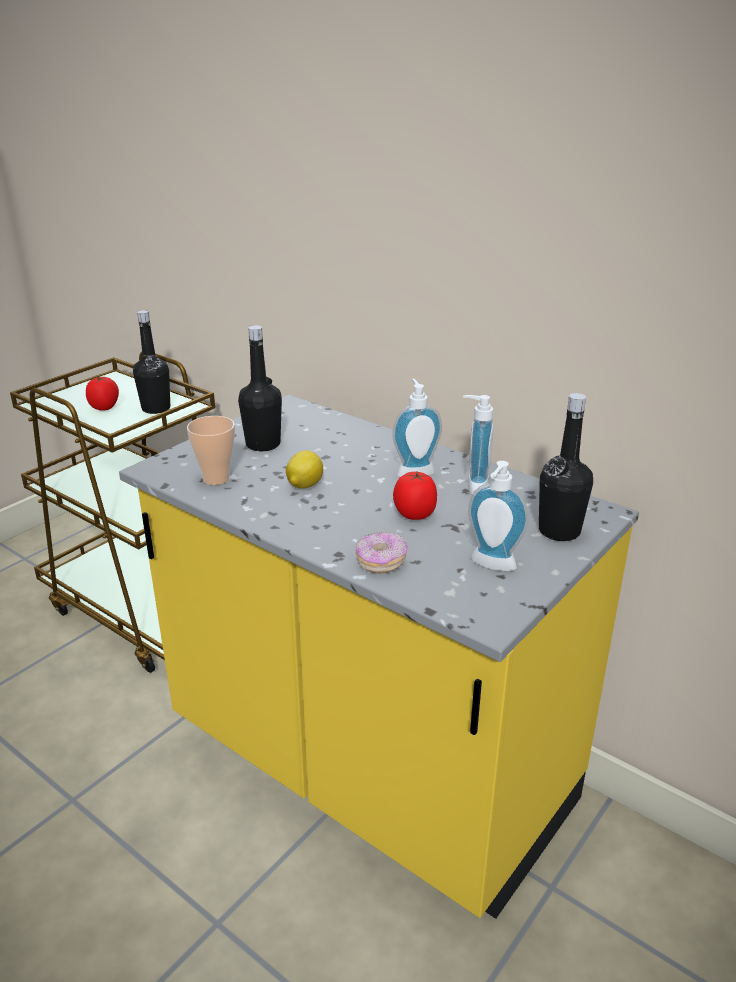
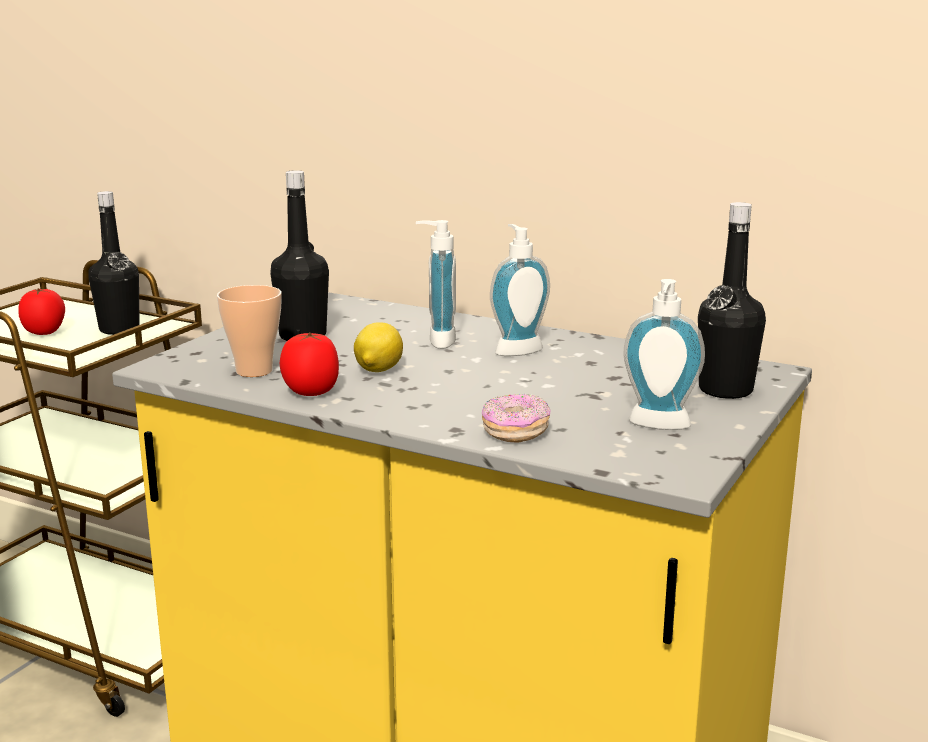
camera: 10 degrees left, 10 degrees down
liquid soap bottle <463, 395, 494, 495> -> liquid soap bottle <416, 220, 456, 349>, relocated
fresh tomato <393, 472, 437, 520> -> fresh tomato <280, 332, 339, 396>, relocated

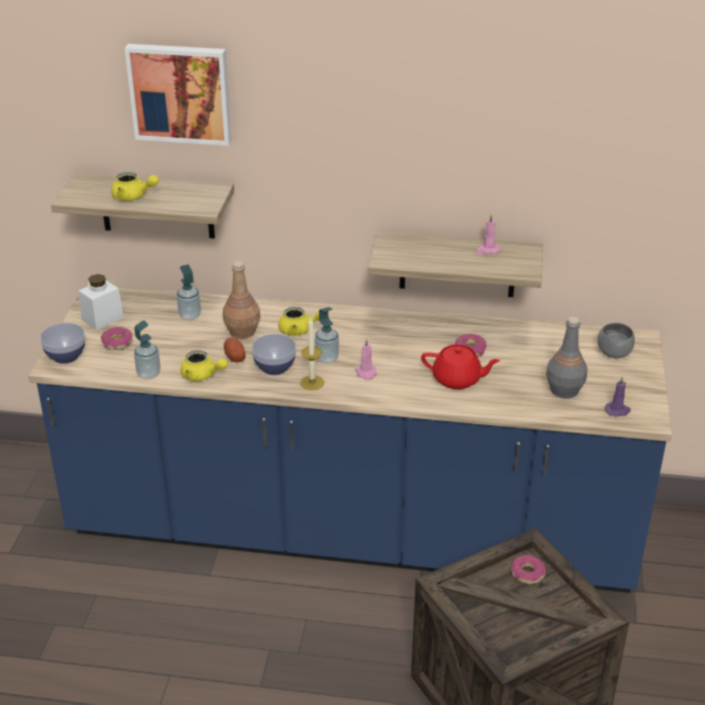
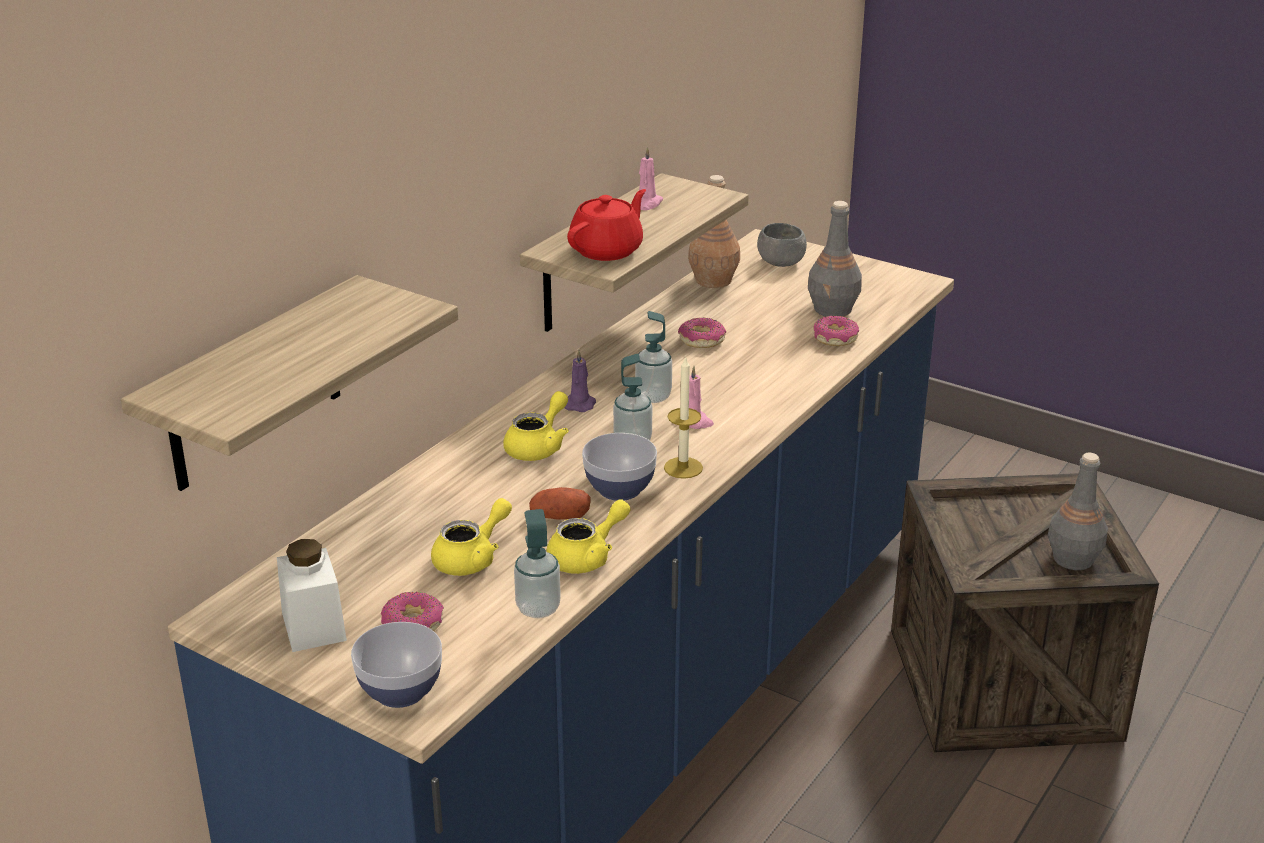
camera: 65 degrees left, 5 degrees down
wall art <125, 44, 232, 146> -> none
yellow-coloured pot for tea <111, 172, 159, 201> -> yellow-coloured pot for tea <431, 498, 512, 576>, relocated
brown-coloured bottle <223, 261, 261, 339> -> brown-coloured bottle <688, 175, 740, 288>, relocated
liquid soap bottle <177, 264, 201, 320> -> liquid soap bottle <635, 311, 672, 403>, relocated
red pot for tea <421, 345, 500, 389> -> red pot for tea <567, 189, 646, 261>, relocated
purplish candle <605, 376, 631, 417> -> purplish candle <564, 350, 596, 412>, relocated
doughnut <511, 555, 547, 584> -> doughnut <813, 316, 859, 346>, relocated
none -> grey bottle <1048, 453, 1108, 570>

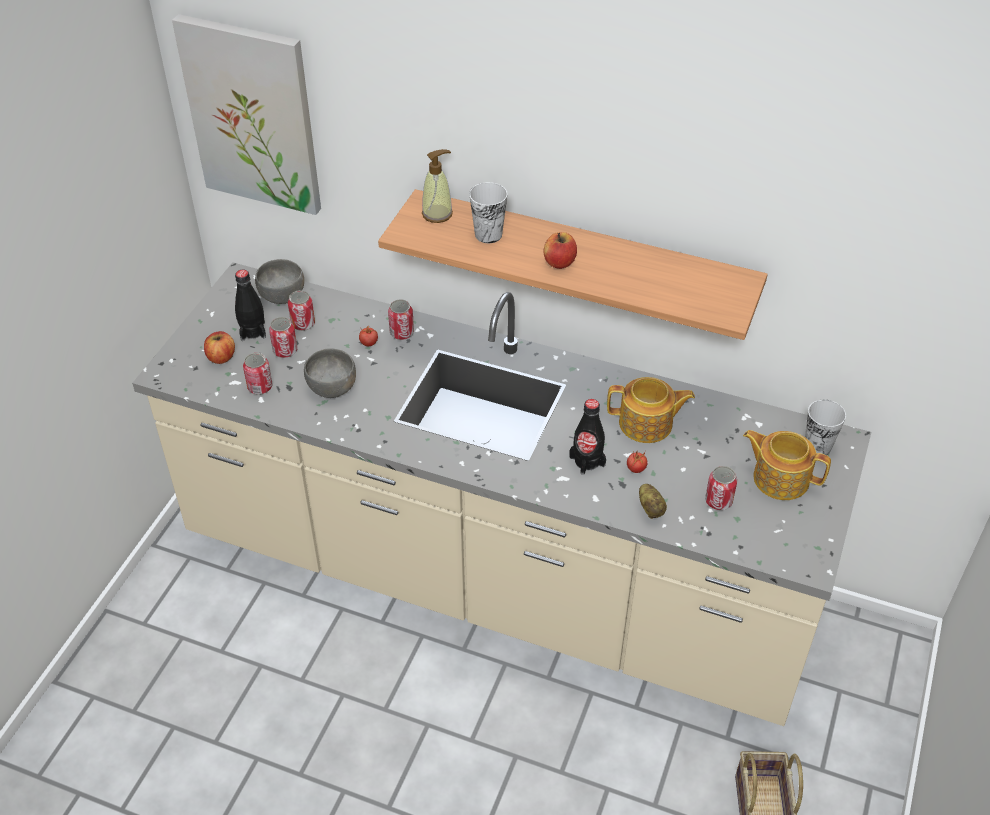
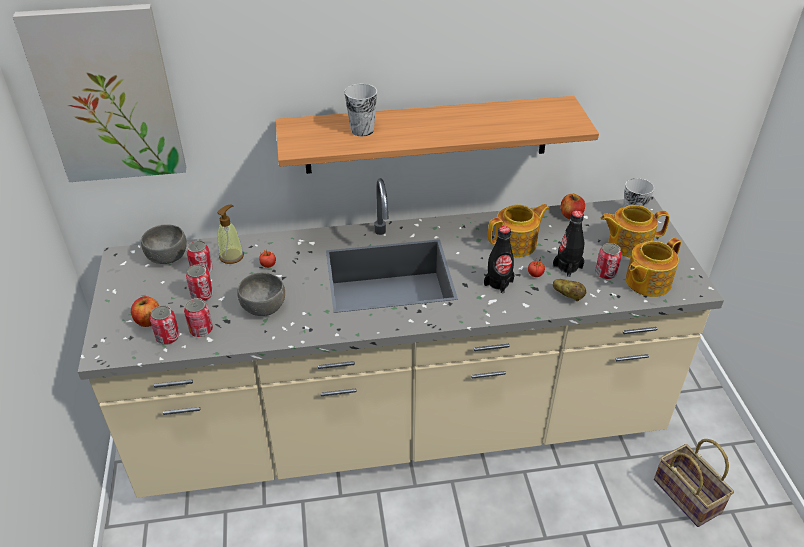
camera: 30 degrees left, 5 degrees down
liquid soap bottle <422, 149, 453, 223> -> liquid soap bottle <217, 205, 244, 264>, relocated
whole apple <544, 232, 577, 269> -> whole apple <561, 194, 585, 219>, relocated
black-coloured bottle <235, 270, 266, 341> -> black-coloured bottle <553, 210, 584, 277>, relocated
sealed can <388, 299, 414, 340> -> sealed can <150, 305, 180, 345>, relocated
none -> pot for tea <626, 237, 681, 297>

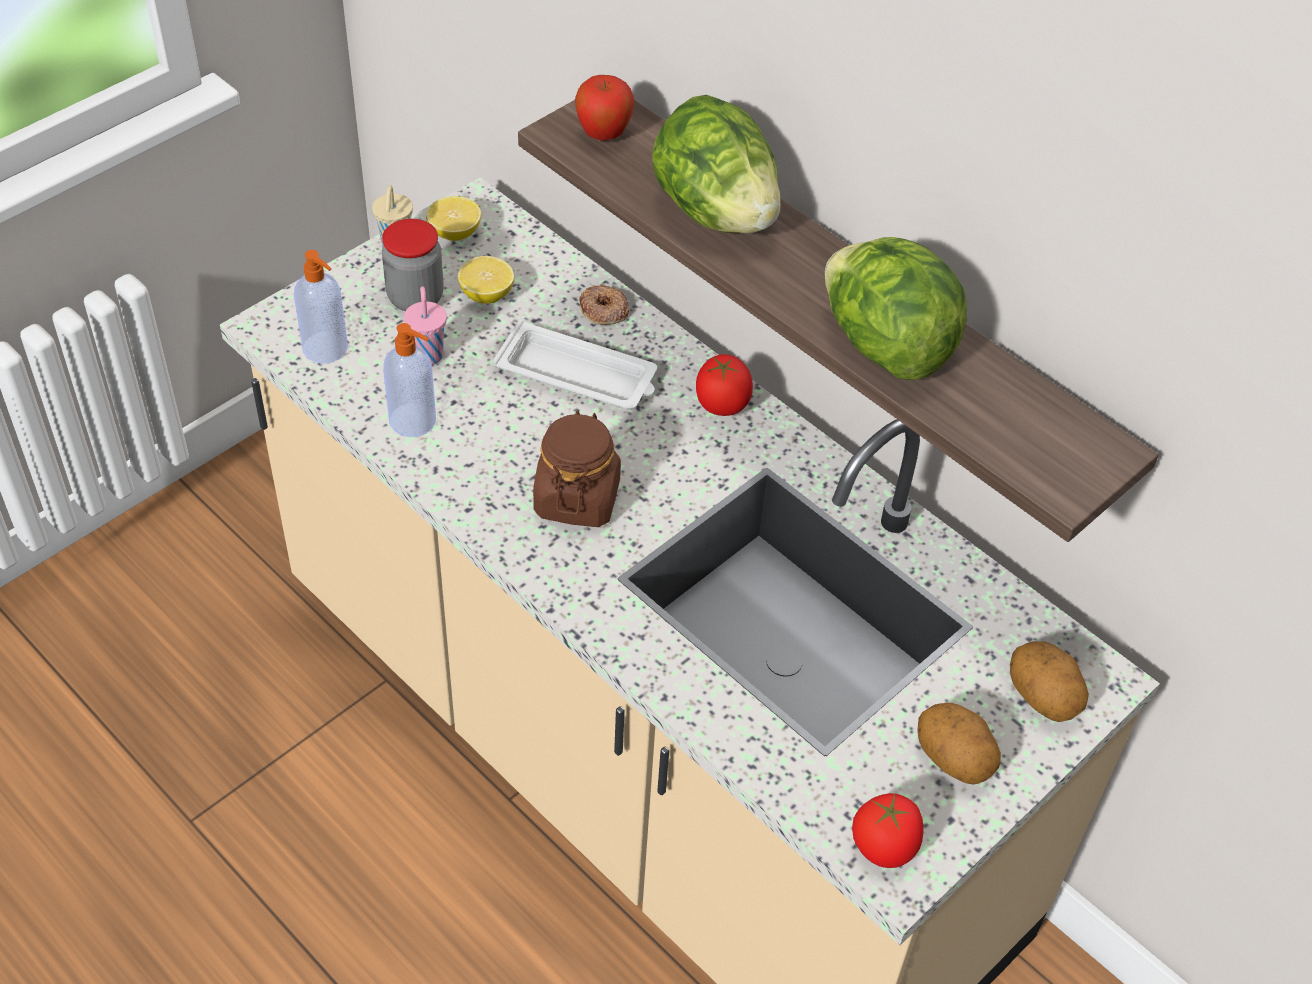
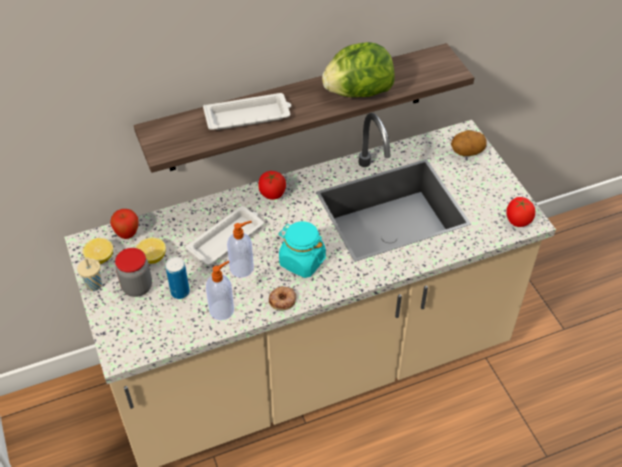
camera: 65 degrees left, 0 degrees up
whole apple <575, 75, 634, 141> -> whole apple <110, 209, 138, 239>, relocated
lettuce <652, 95, 781, 234> -> white-coloured tray <203, 93, 291, 130>
liquid soap bottle <294, 250, 348, 364> -> liquid soap bottle <227, 221, 254, 278>, relocated
doughnut <579, 284, 629, 325> -> doughnut <269, 286, 297, 310>, relocated
pink small cup <404, 286, 447, 365> -> sealed can <165, 257, 190, 299>
brown-coloured storage jar <533, 410, 621, 527> -> turquoise storage jar <278, 221, 326, 278>
potato <917, 703, 1001, 785> -> none

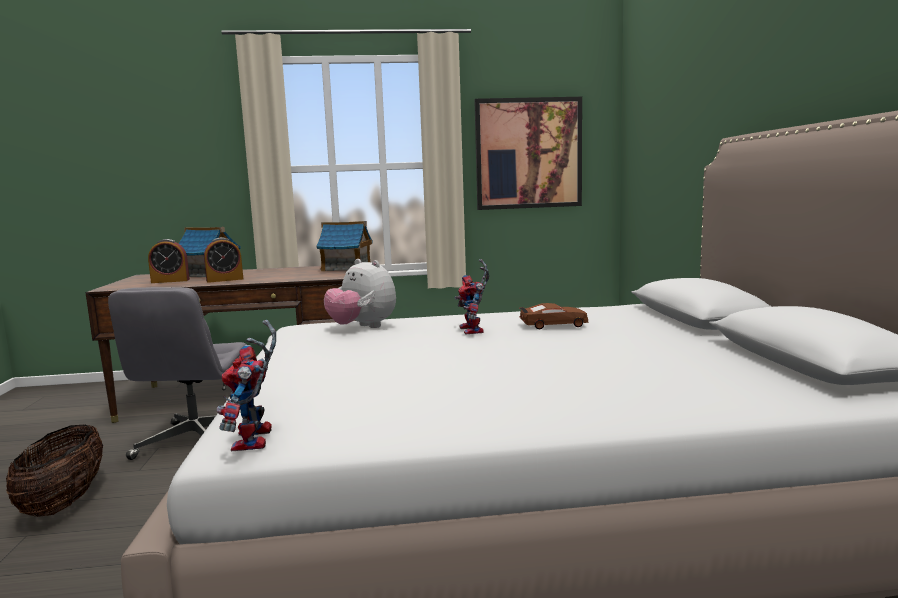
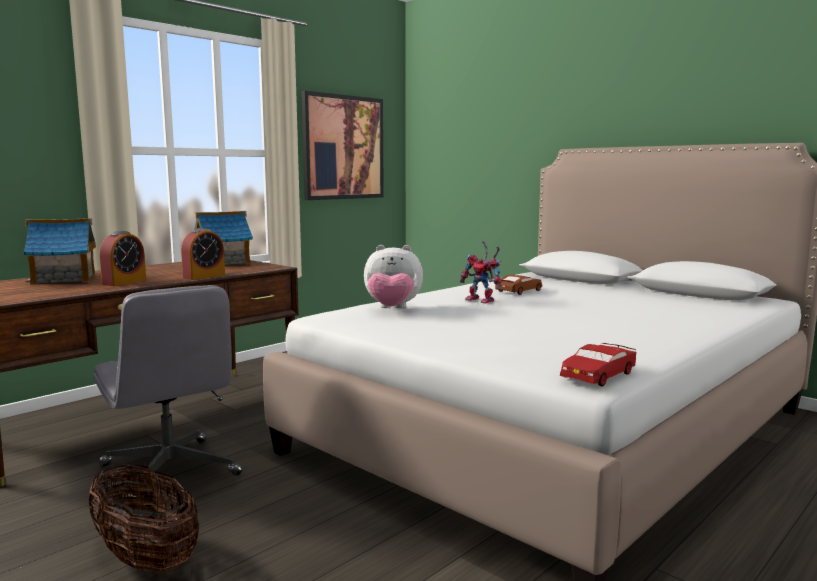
camera: 40 degrees left, 0 degrees up
alarm clock <148, 239, 190, 283> -> alarm clock <181, 228, 225, 280>, relocated
toy robot <217, 320, 276, 451> -> red toy car <560, 343, 636, 386>

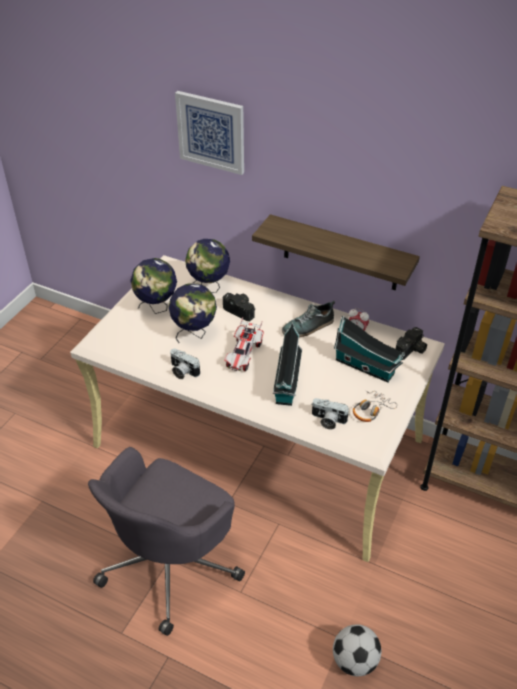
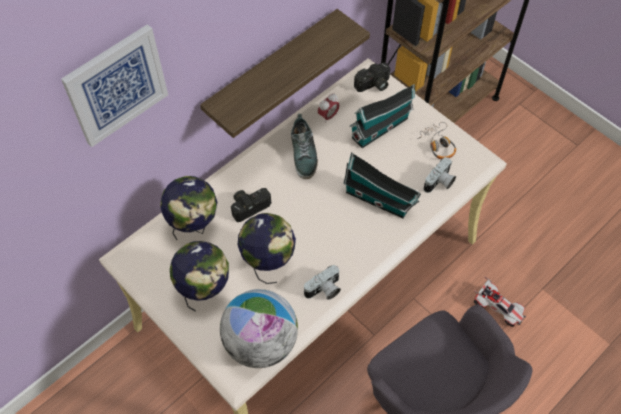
camera: 70 degrees left, 15 degrees up
toy car <224, 318, 264, 371> -> toy car <474, 276, 526, 327>, relocated
photo camera <396, 327, 427, 360> -> photo camera <354, 63, 390, 92>, 90 degrees clockwise
ball for football <333, 625, 381, 676> -> none
none -> desk globe <220, 289, 298, 368>

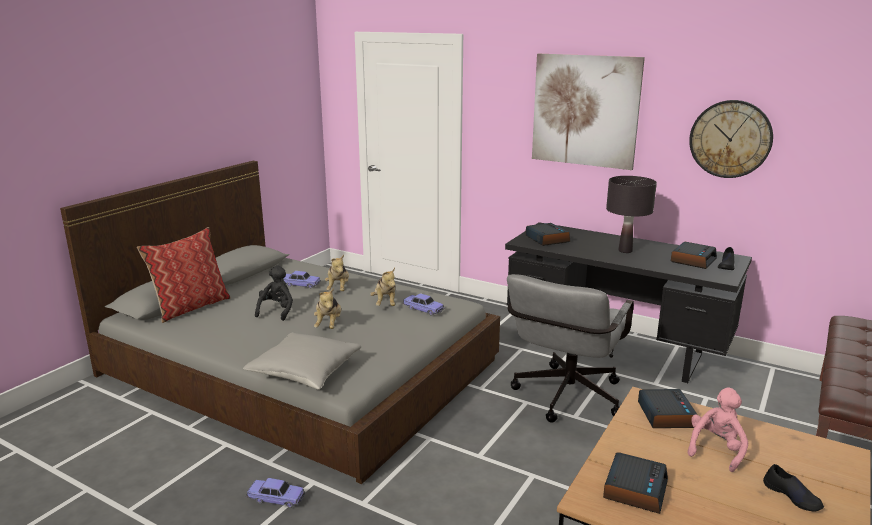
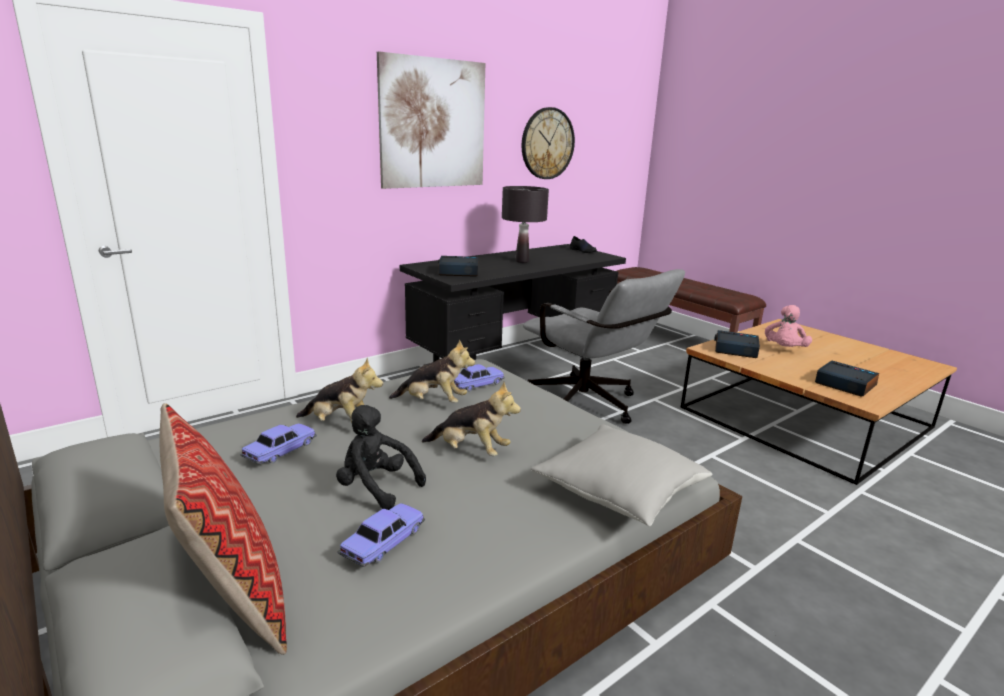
camera: 70 degrees left, 0 degrees up
alarm clock <671, 242, 717, 269> -> none
pink soft toy <687, 387, 748, 472> -> pink soft toy <765, 305, 812, 347>, 120 degrees counterclockwise
black-coloured shoe <763, 464, 824, 511> -> none
toy car <246, 478, 305, 508> -> toy car <337, 503, 425, 567>, relocated

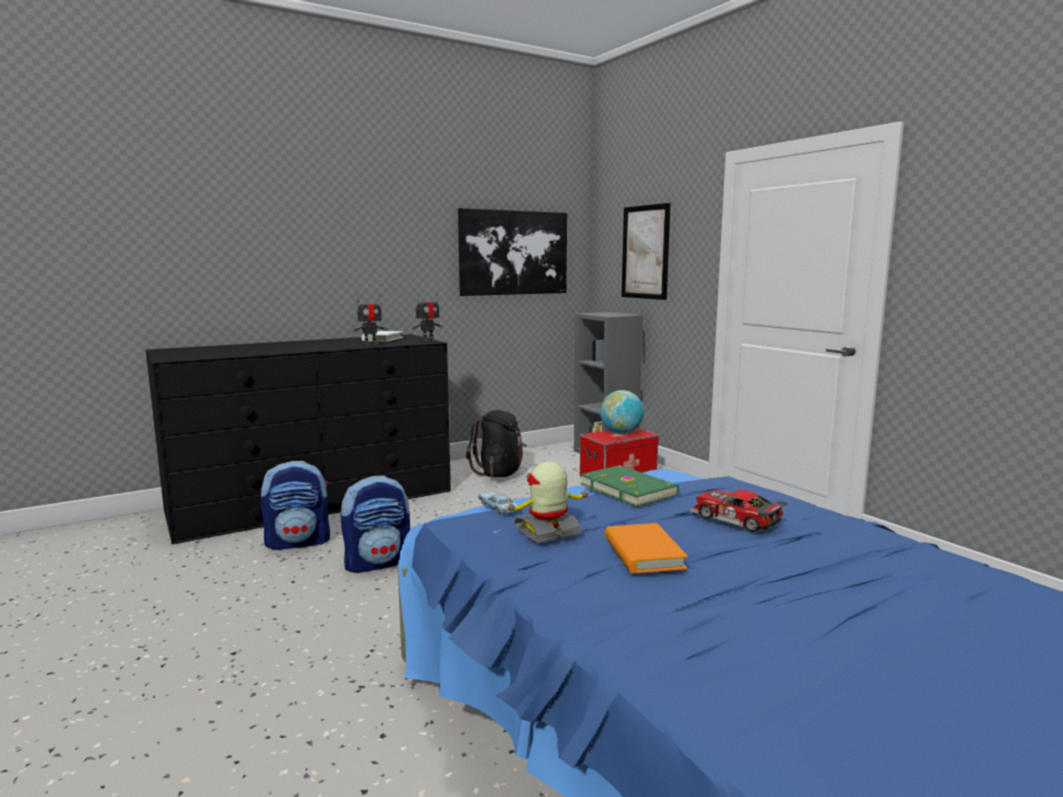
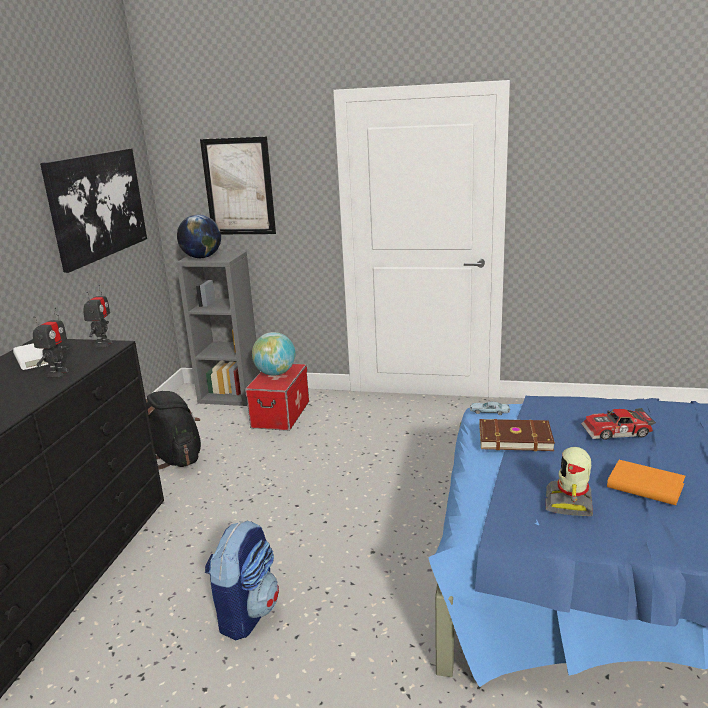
camera: 45 degrees left, 10 degrees up
knapsack <261, 461, 330, 550> -> none
greenish book <580, 465, 679, 507> -> brown-coloured book <479, 419, 555, 451>
blue-coloured toy car <477, 492, 520, 514> -> blue-coloured toy car <470, 402, 510, 415>, relocated
none -> desk globe <177, 214, 221, 258>

